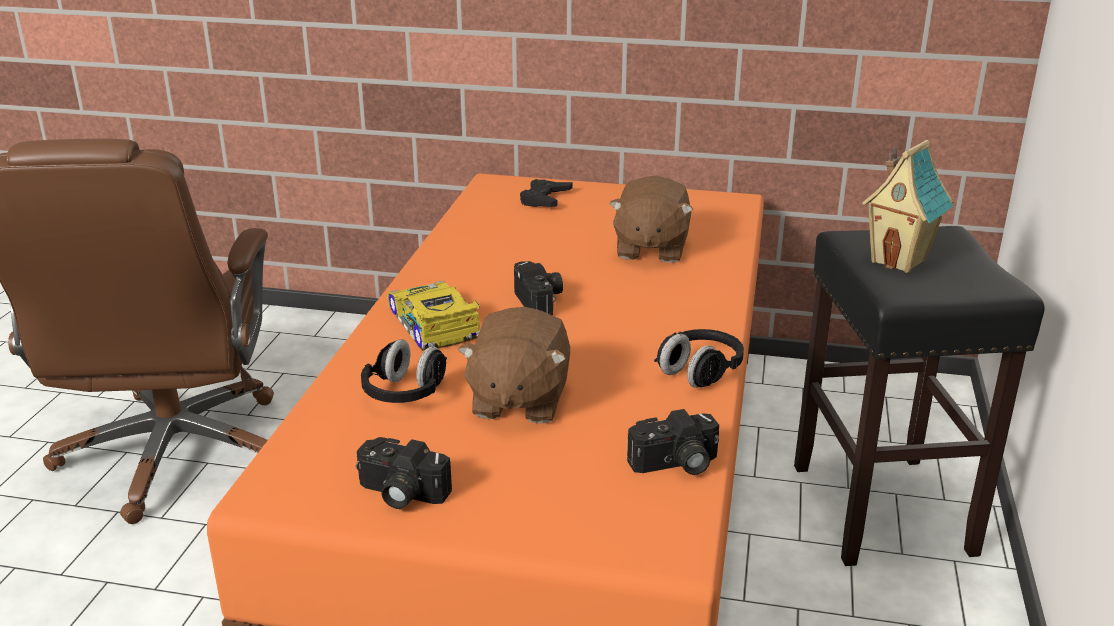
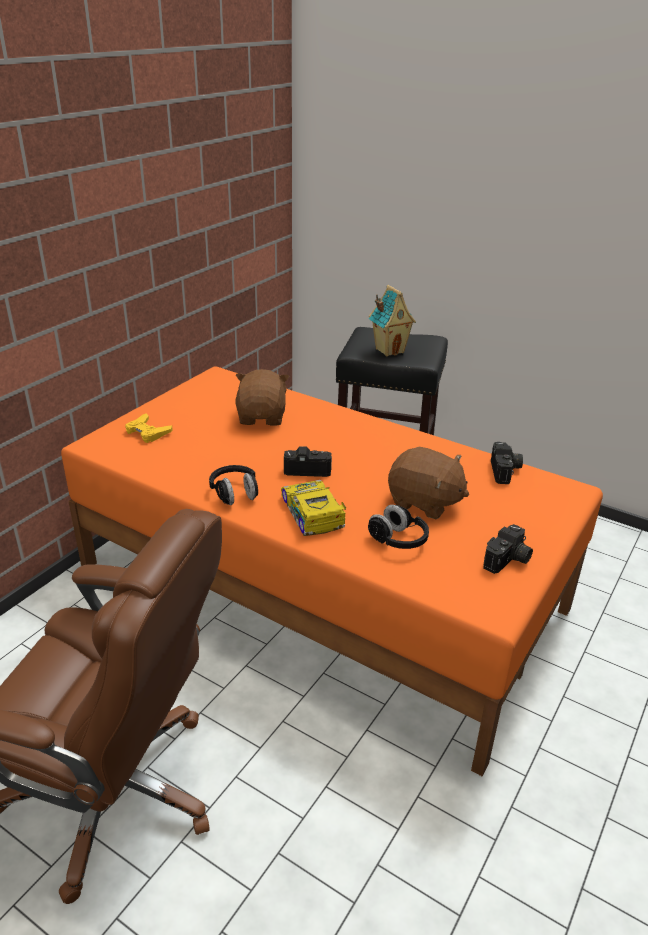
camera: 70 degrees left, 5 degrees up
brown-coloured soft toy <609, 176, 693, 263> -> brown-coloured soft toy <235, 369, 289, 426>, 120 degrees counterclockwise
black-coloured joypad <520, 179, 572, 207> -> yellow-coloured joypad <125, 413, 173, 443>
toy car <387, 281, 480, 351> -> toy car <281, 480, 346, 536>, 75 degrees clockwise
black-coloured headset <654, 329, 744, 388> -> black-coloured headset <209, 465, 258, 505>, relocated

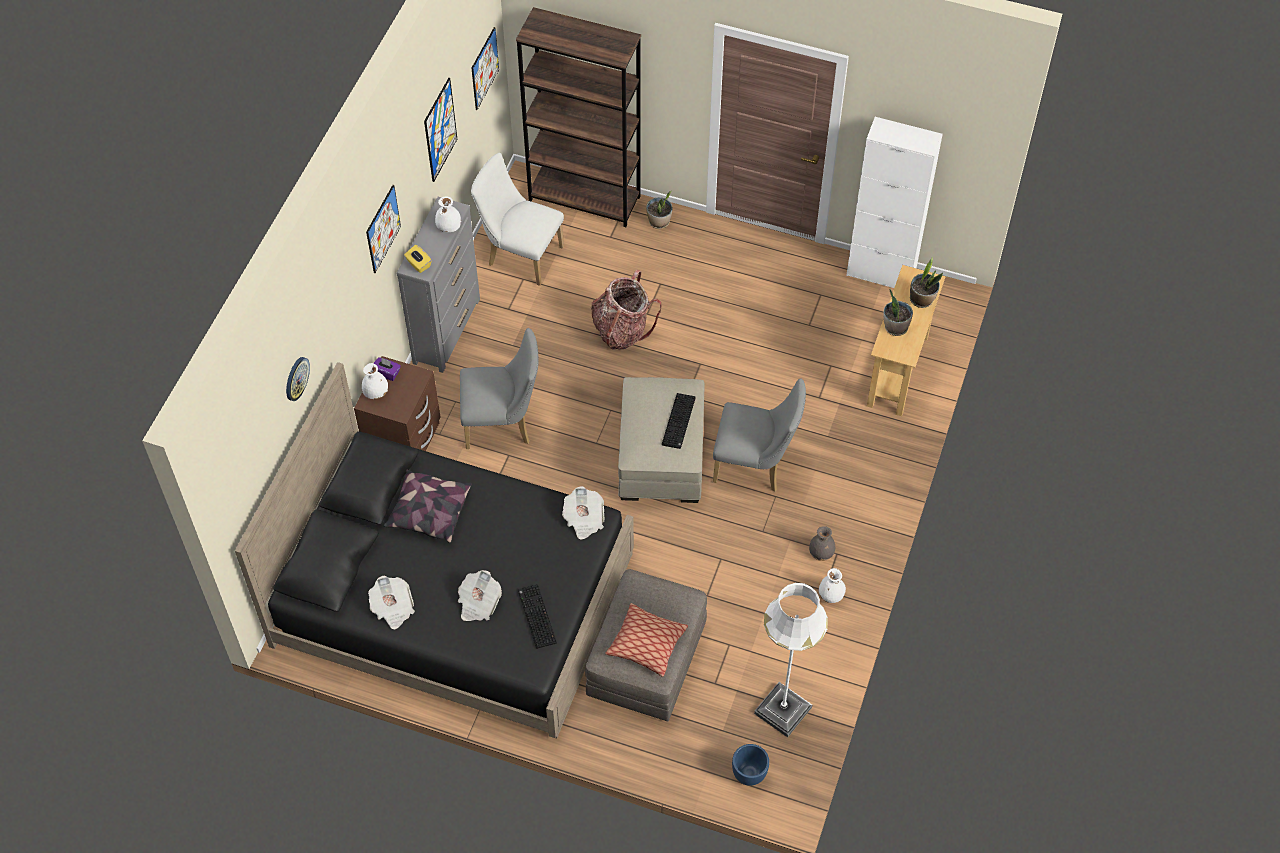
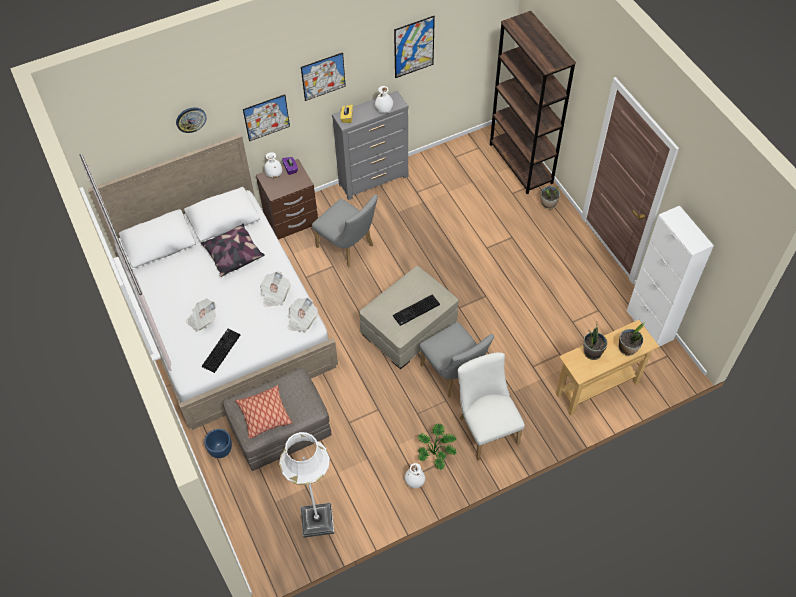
camera: 45 degrees right, 0 degrees up
wall art <471, 27, 499, 110> -> wall art <243, 94, 290, 141>, relocated
white-coloured upright chair <471, 153, 564, 286> -> white-coloured upright chair <457, 352, 525, 460>, relocated
knapsack <591, 270, 661, 350> -> none
black-coloured bed <235, 362, 634, 738> -> white-coloured bed <88, 134, 338, 430>
grey decorative vase <809, 526, 835, 561> -> potted plant <418, 424, 456, 470>
newspaper <368, 575, 415, 629> -> newspaper <260, 271, 290, 307>, relocated
blue-coloured planter <732, 744, 769, 786> -> blue-coloured planter <204, 429, 232, 458>, relocated

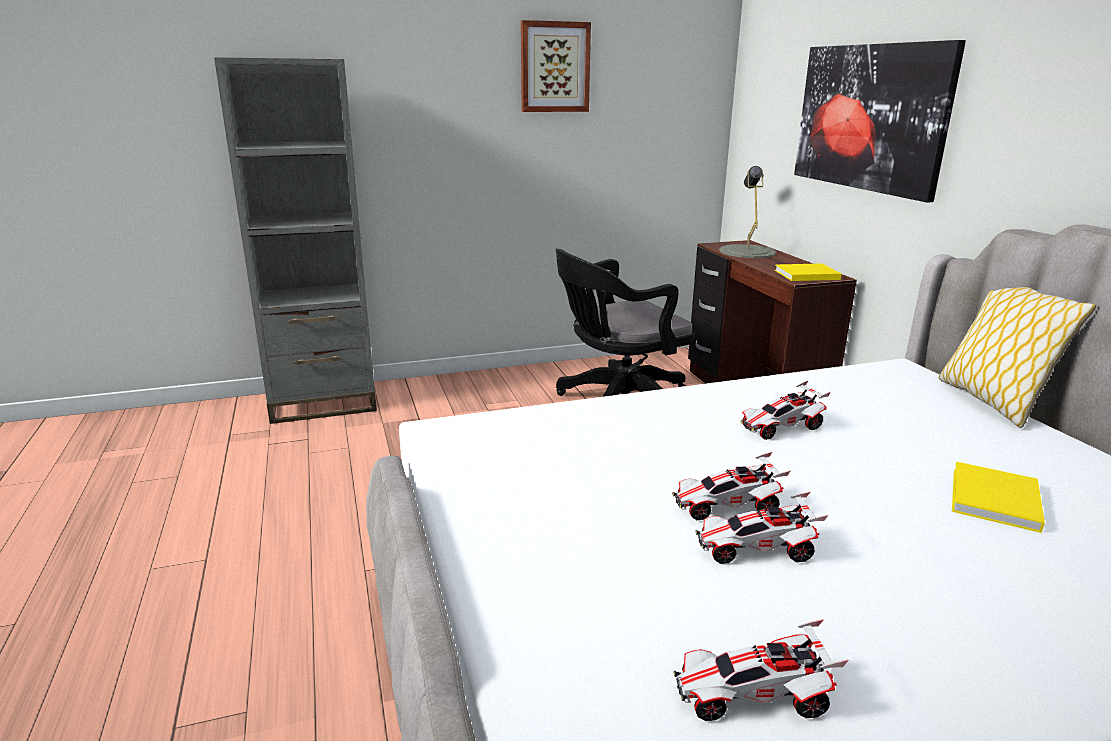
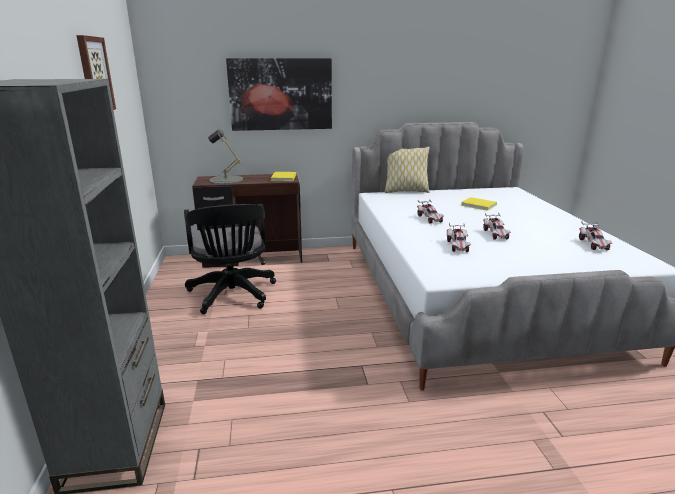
camera: 80 degrees left, 0 degrees up
toy car <695, 492, 828, 564> -> toy car <447, 223, 471, 252>, relocated

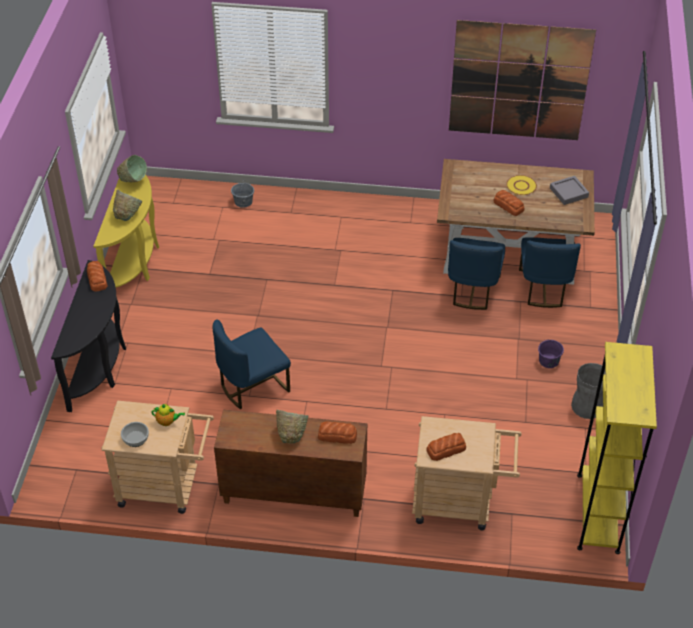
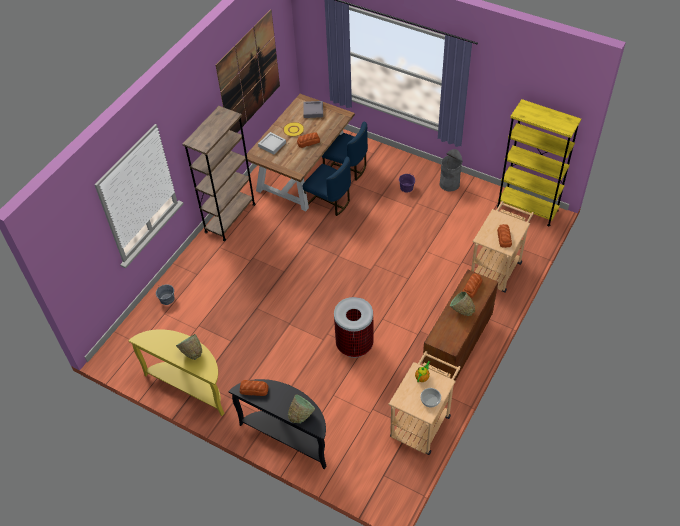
camera: 65 degrees left, 5 degrees up
greenish serving bowl <117, 155, 147, 182> -> greenish serving bowl <288, 394, 315, 424>, relocated
blue-coloured upright chair <212, 319, 291, 409> -> waste bin <334, 297, 374, 358>
none -> brown-coloured bookcase <183, 106, 256, 241>
none -> grey tray <258, 132, 286, 154>

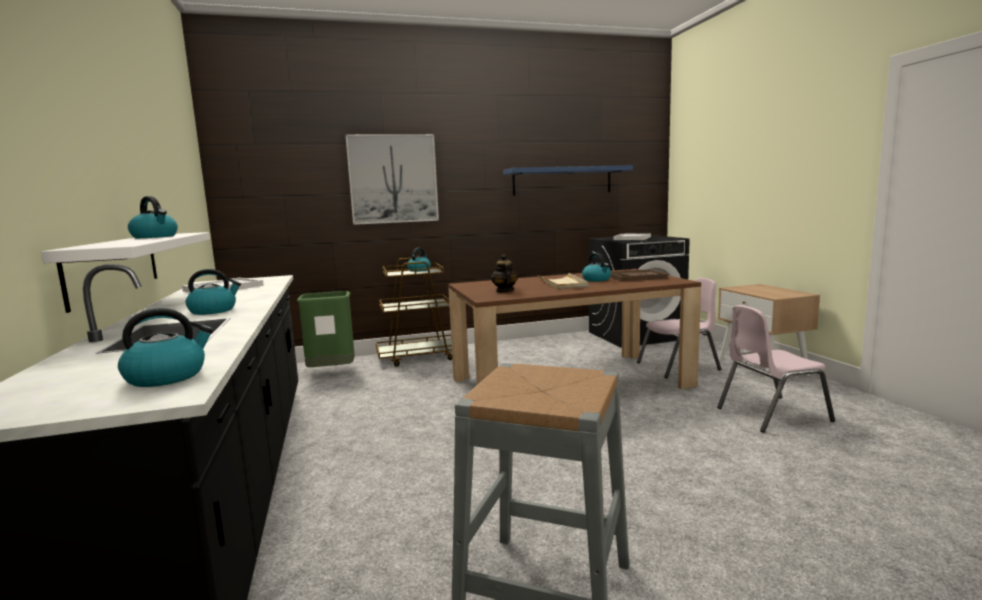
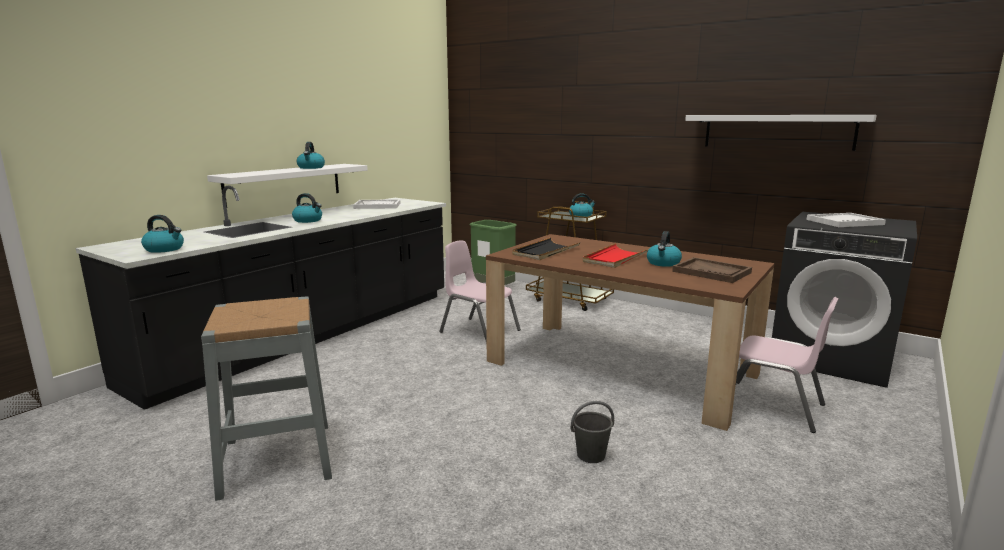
camera: 50 degrees right, 5 degrees up
wall art <345, 134, 439, 225> -> none
blue-coloured wall shelf <503, 165, 633, 196> -> white-coloured wall shelf <685, 115, 877, 151>
pot for tea <491, 254, 518, 292> -> black-coloured tray <512, 238, 580, 260>
beige-coloured tray <537, 273, 589, 290> -> red tray <583, 243, 649, 268>
beige-coloured bedside table <718, 284, 820, 382> -> none
pink upright chair <717, 305, 835, 433> -> pink upright chair <439, 240, 521, 344>, relocated
none -> grey bucket <571, 401, 614, 463>

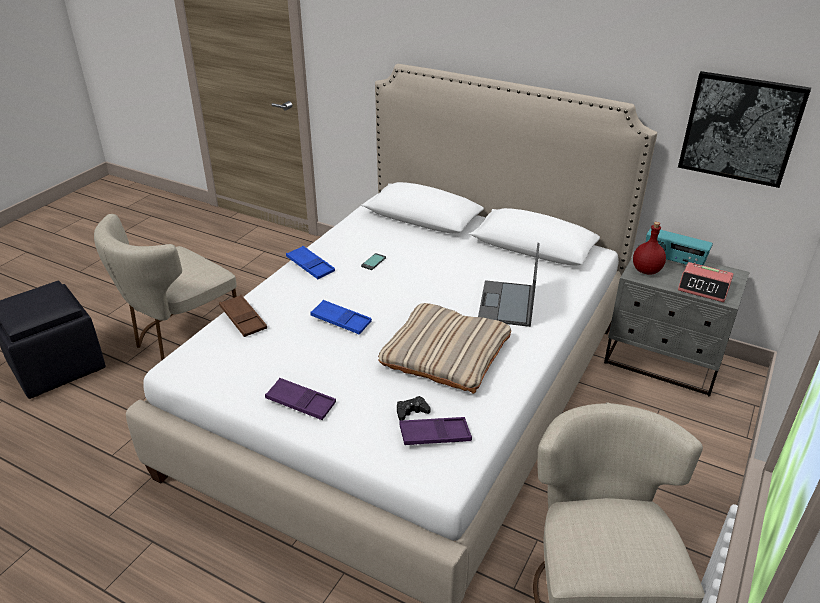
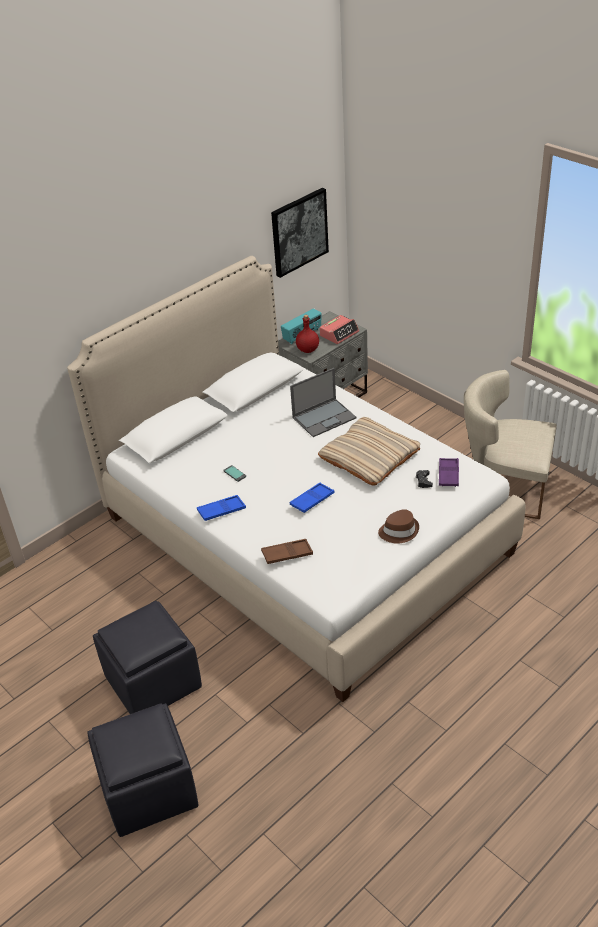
camera: 70 degrees left, 5 degrees up
beige-coloured upright chair <94, 214, 237, 361> -> black-coloured pouffe <93, 601, 202, 714>
notebook computer <478, 243, 540, 327> -> notebook computer <290, 368, 357, 437>, 60 degrees counterclockwise
purplish tray <265, 378, 336, 420> -> brown-coloured clothing hat <378, 509, 419, 544>

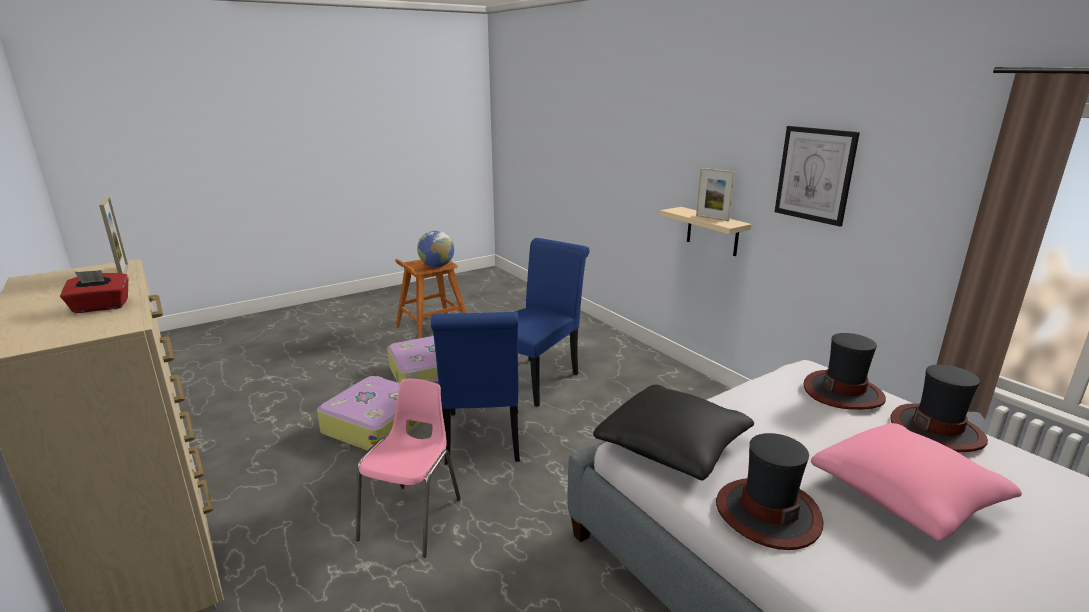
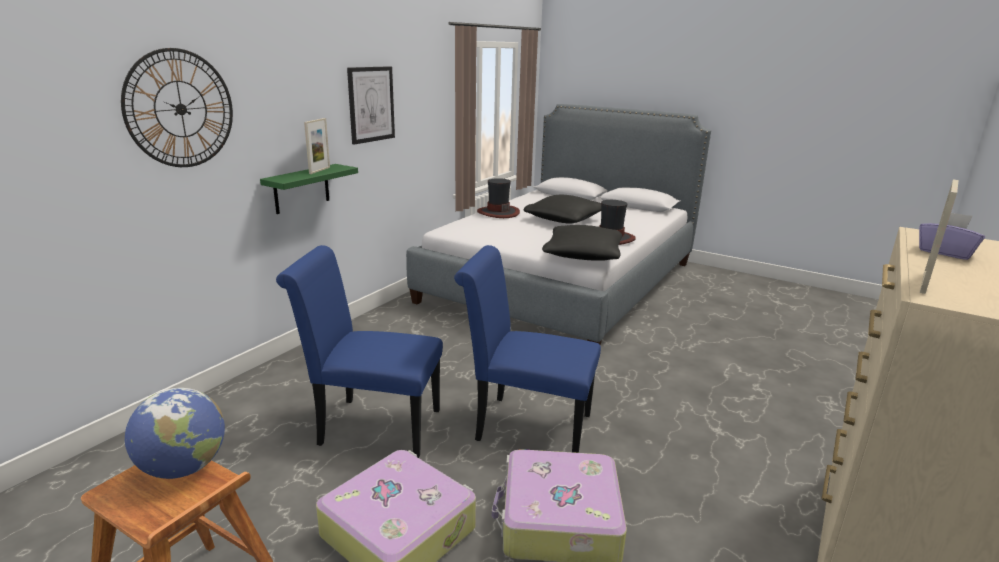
camera: 115 degrees left, 0 degrees up
beige-coloured wall shelf <660, 207, 752, 256> -> greenish wall shelf <260, 164, 358, 214>
red tissue holder <60, 270, 128, 313> -> purplish tissue holder <919, 213, 985, 260>
blue-coloured upright chair <431, 312, 520, 465> -> blue-coloured upright chair <454, 245, 601, 453>, 135 degrees counterclockwise
clothing hat <803, 333, 886, 410> -> none
pink upright chair <356, 378, 461, 558> -> none
pink pillow <811, 423, 1022, 541> -> black-coloured pillow <524, 195, 601, 224>
none -> clock on the wall <121, 48, 233, 167>

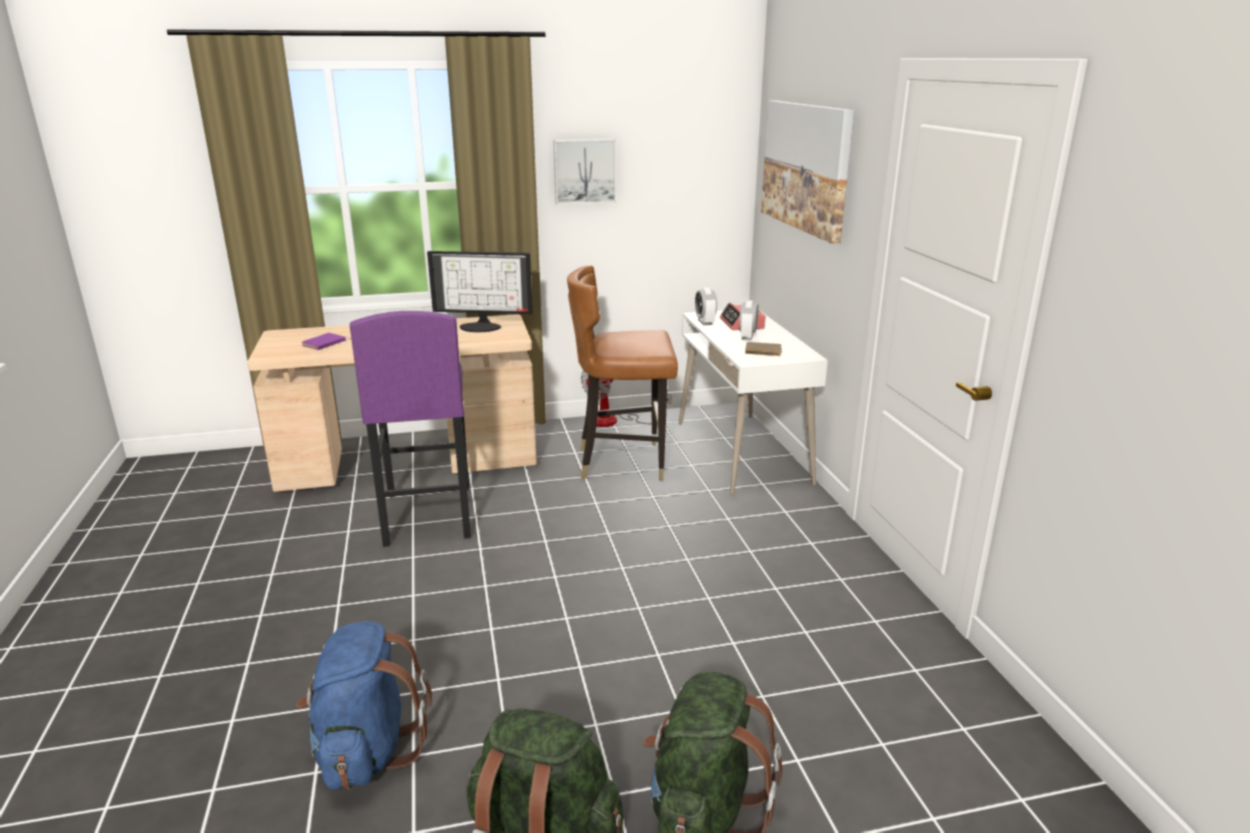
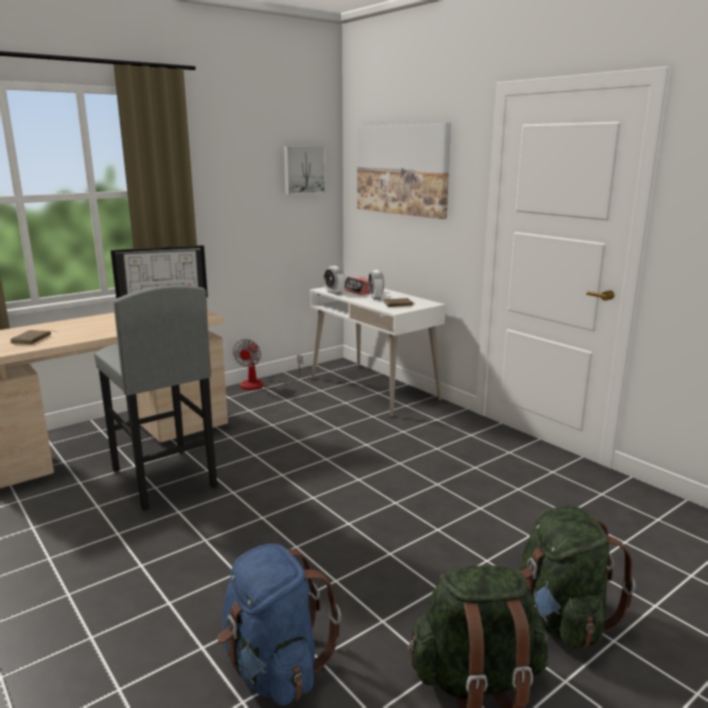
camera: 25 degrees left, 5 degrees down
wall art <553, 139, 616, 205> -> wall art <284, 146, 326, 195>, relocated
brown-coloured upright chair <567, 266, 678, 481> -> none
purplish stool <350, 311, 471, 547> -> grey stool <94, 285, 218, 510>
purplish book <302, 333, 350, 350> -> brown-coloured book <10, 330, 56, 344>

